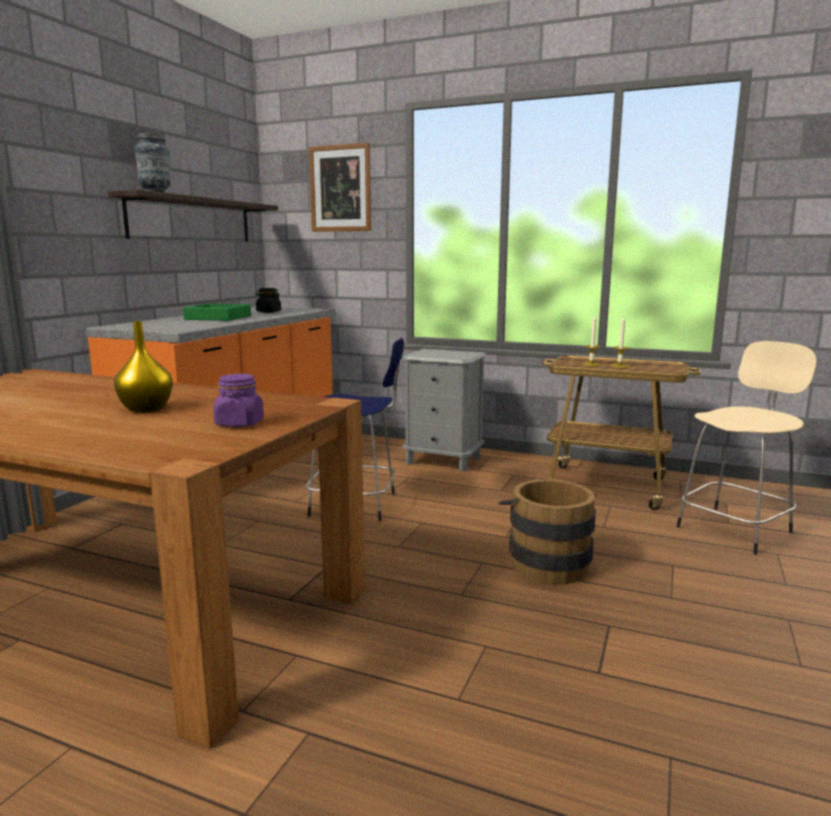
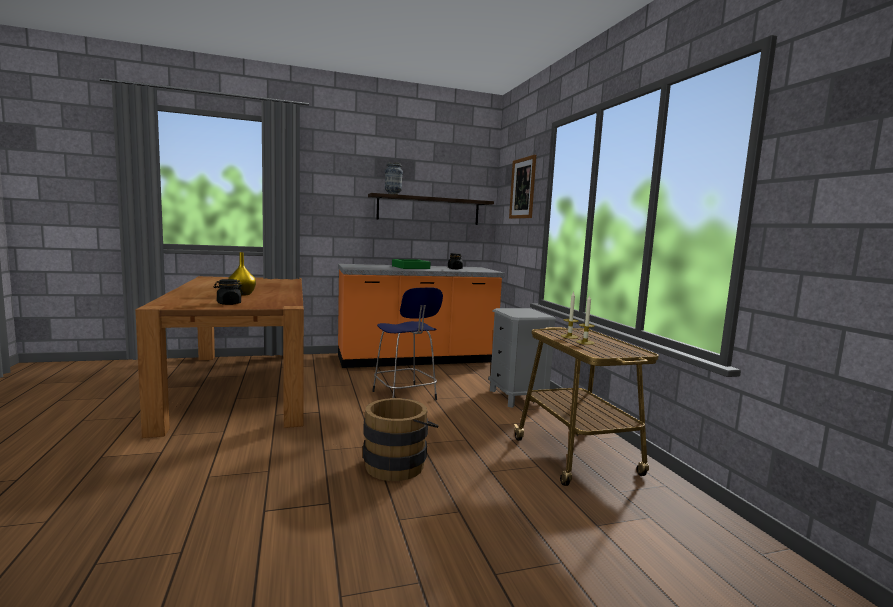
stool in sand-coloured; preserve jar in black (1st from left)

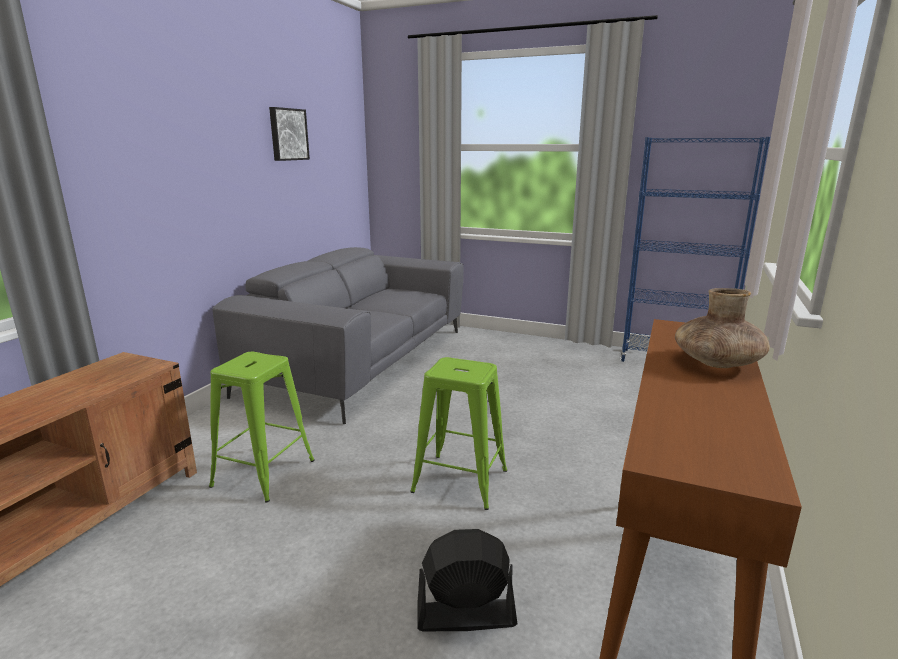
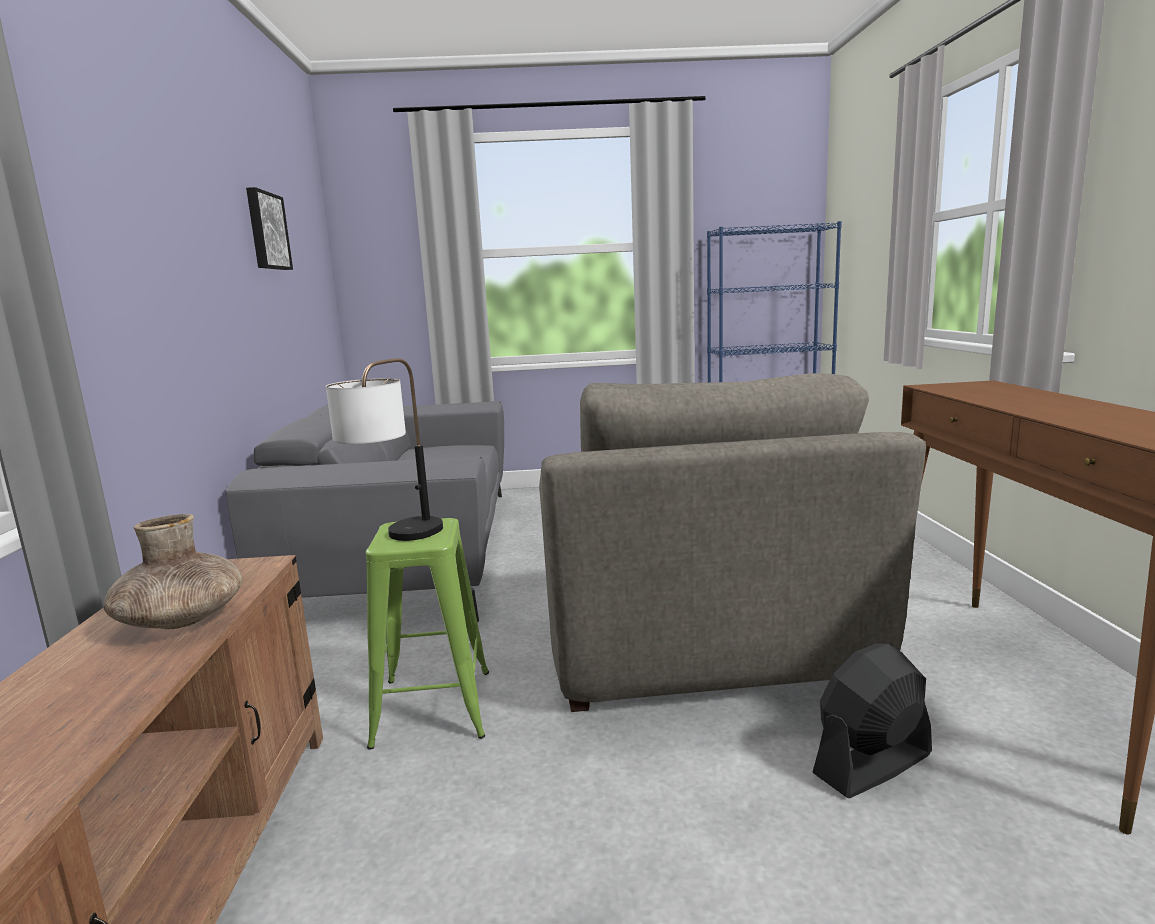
tabletop lamp; flower vase in brown-coloured; lounge chair in grey

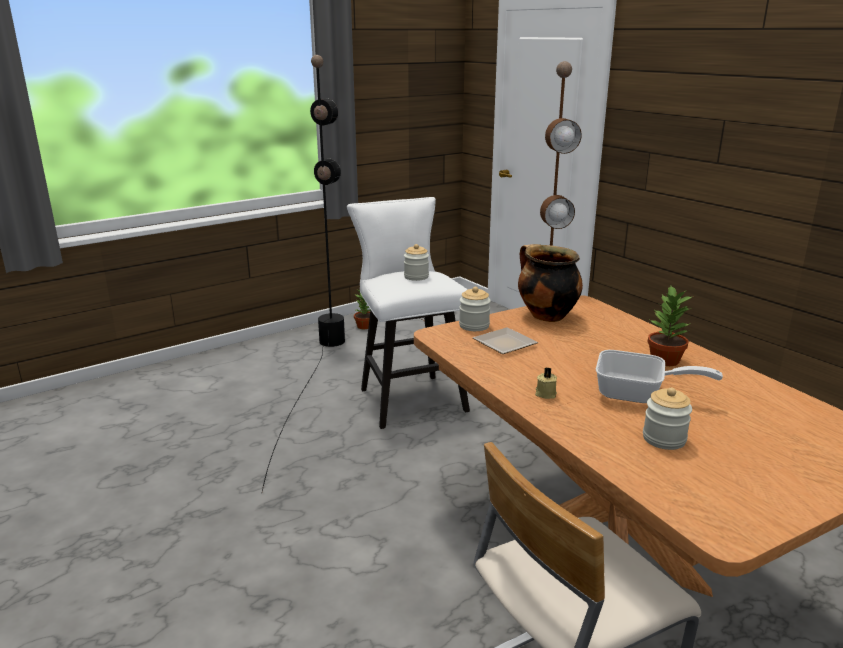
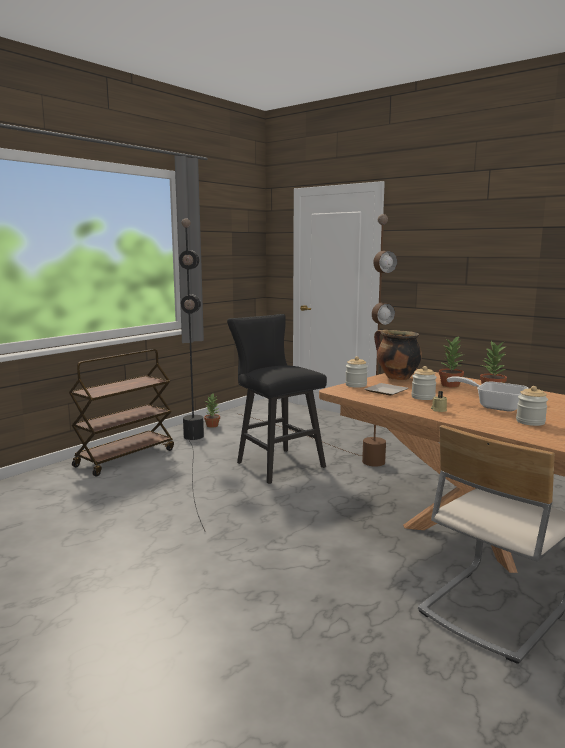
cart in brown-coloured; plant in a pot (2nd from left); preserve jar (2nd from left); stool in black; pan

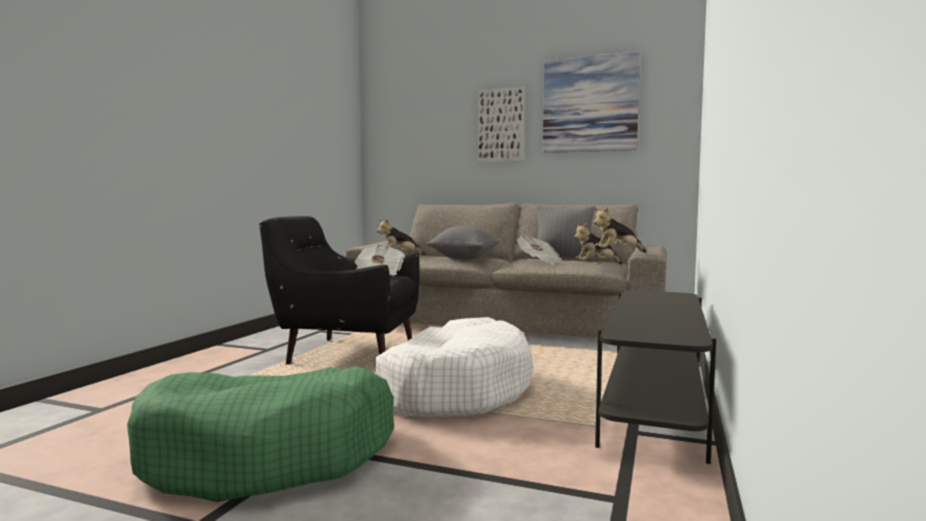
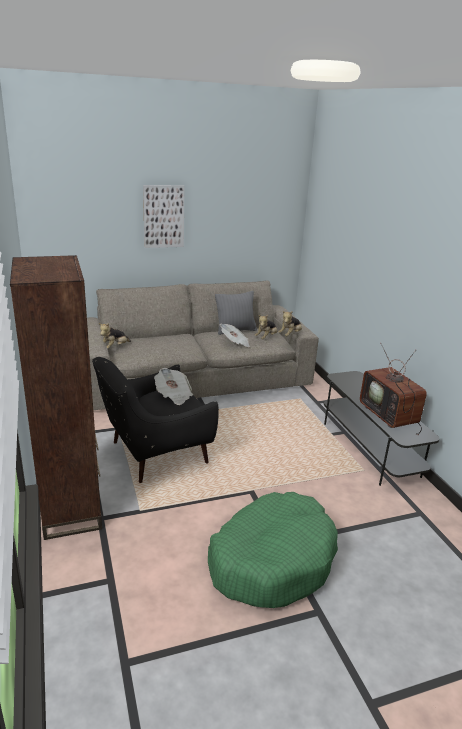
pet bed in white-coloured; throw pillow in grey (1st from left in the first image); picture (2nd from left in the first image); bookcase in brown-coloured; television

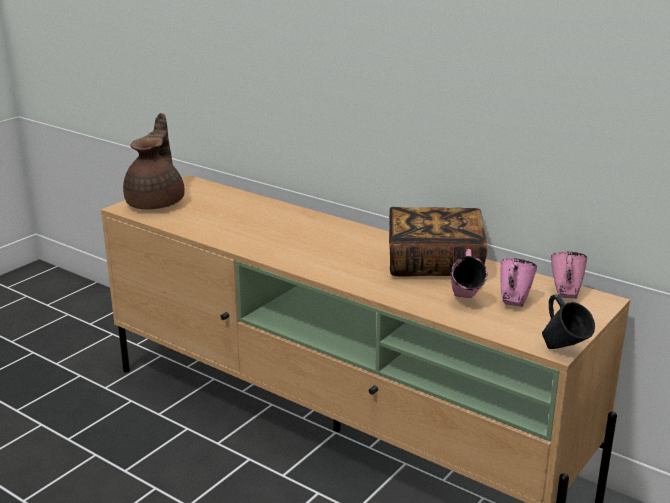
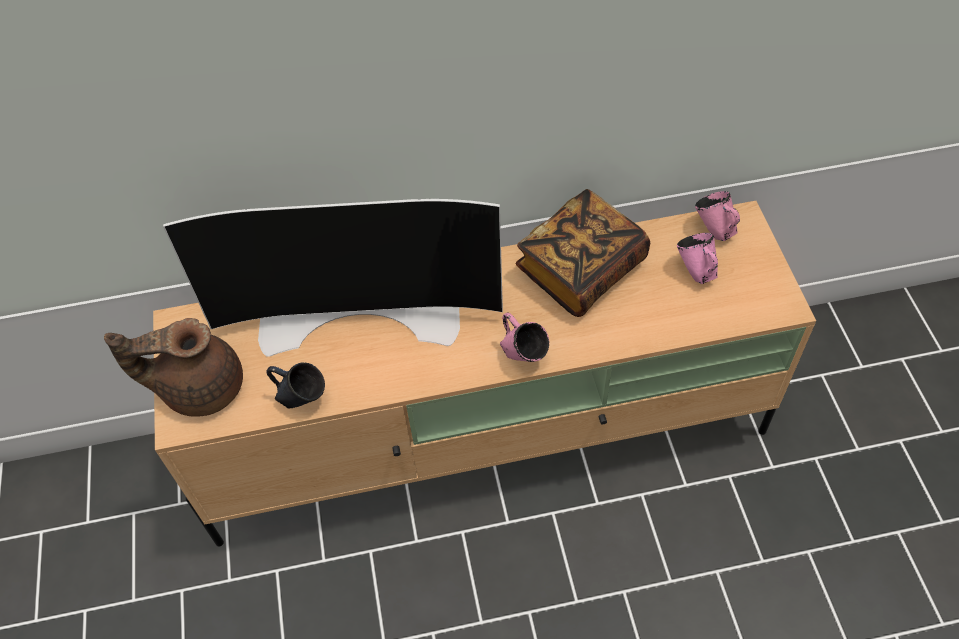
television; tea mug in pink-coloured (1st from left); tea mug in blue-coloured; pot for tea in brown-coloured

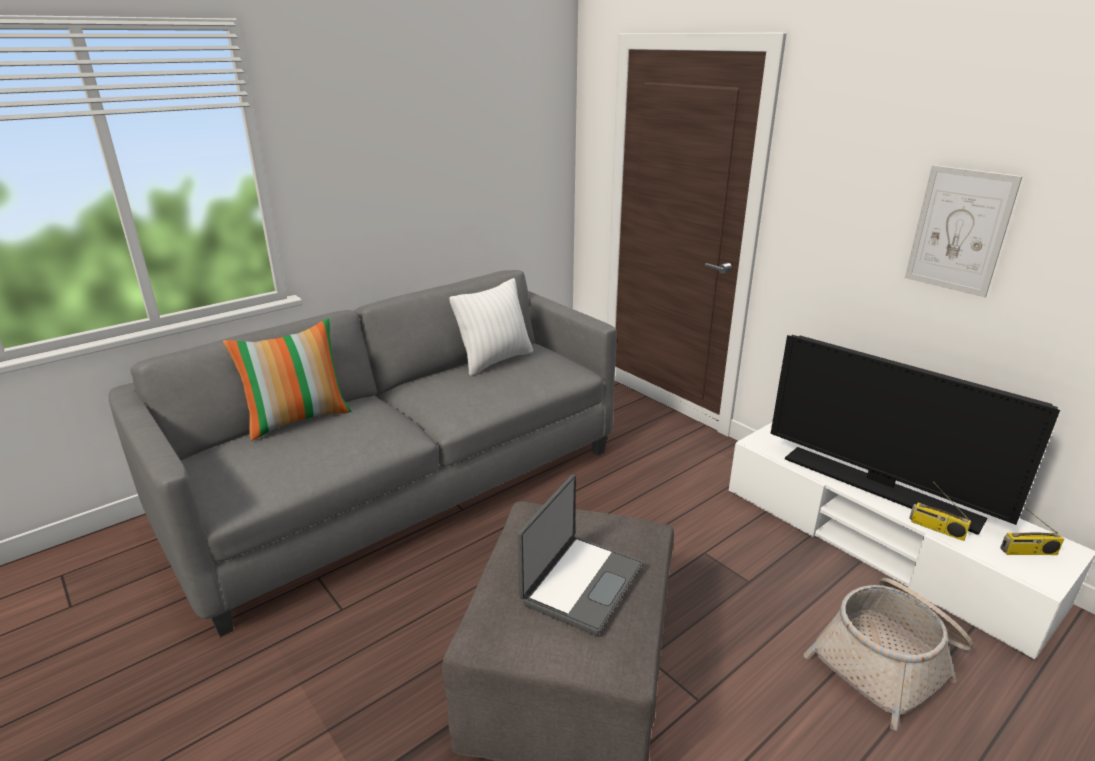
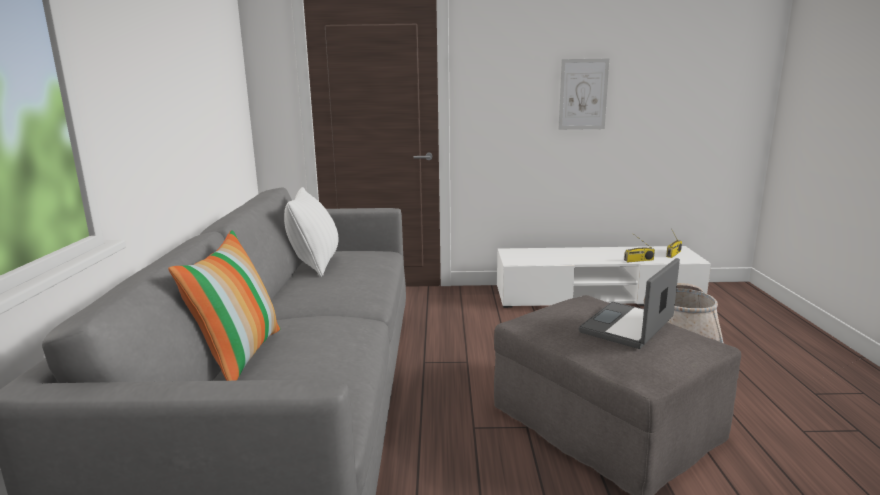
television; notebook computer

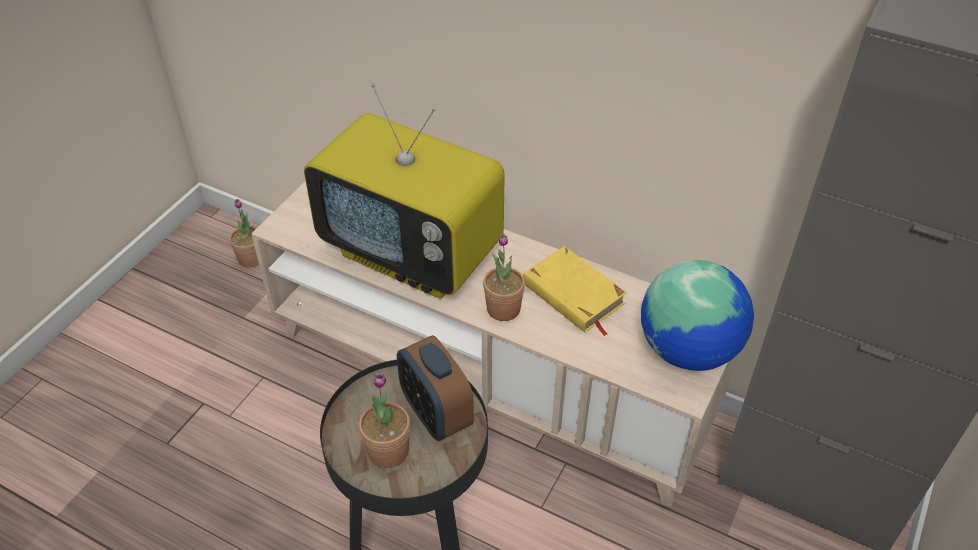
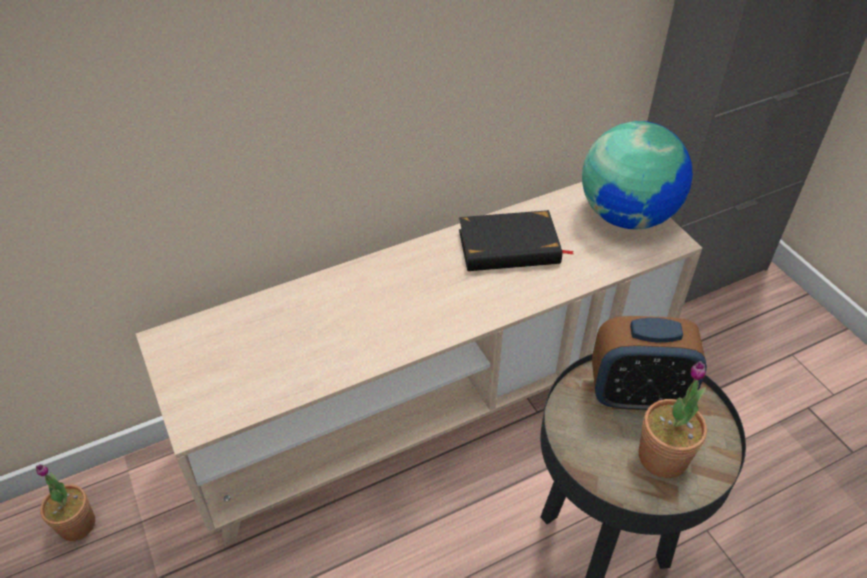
television; plant in a pot (3rd from left in the first image); volume in black

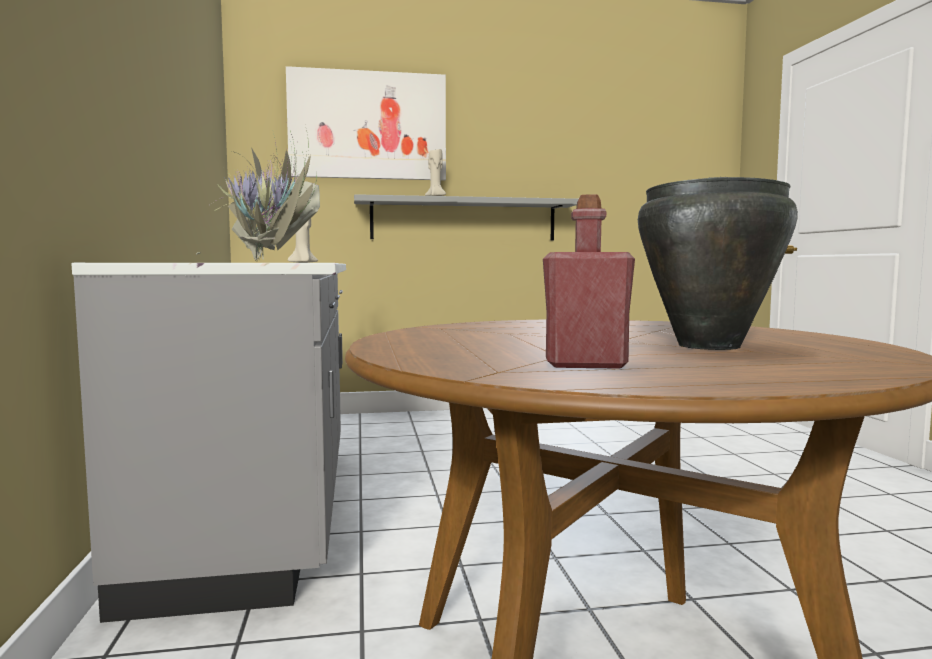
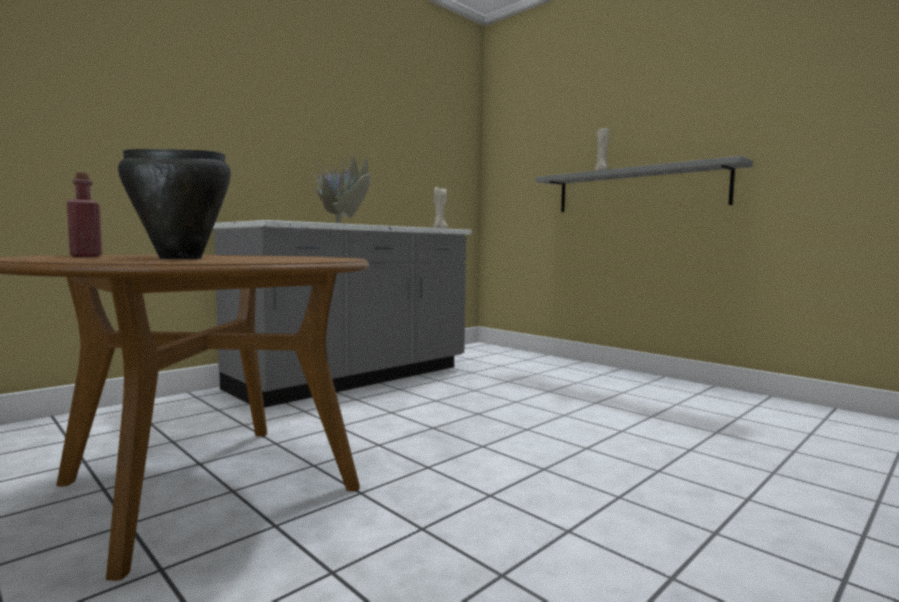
picture

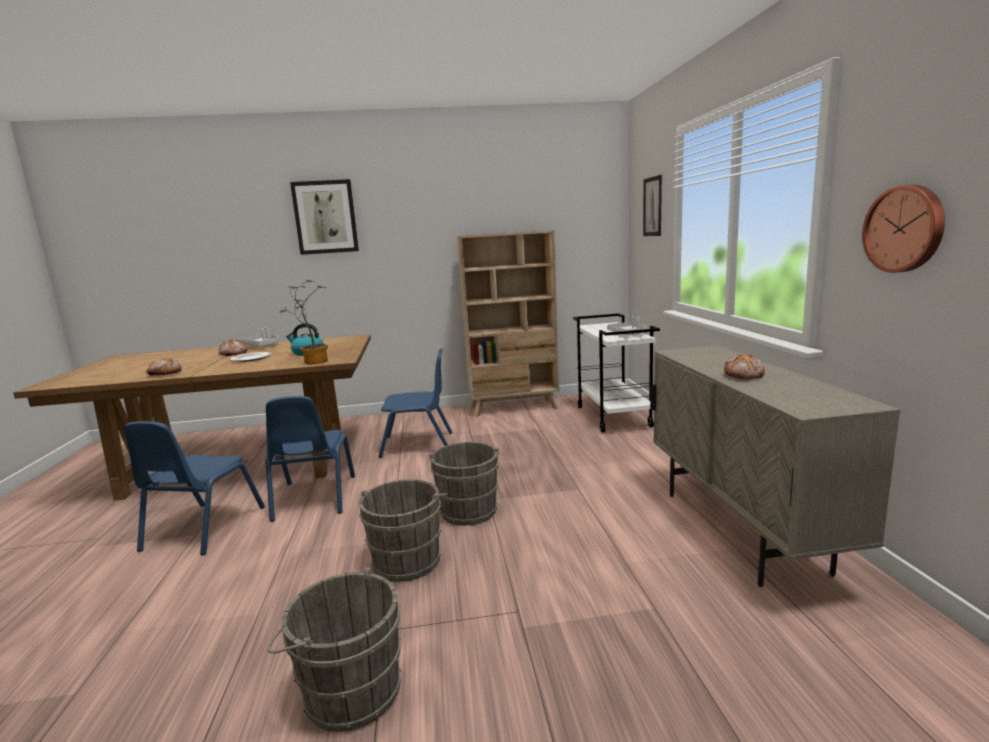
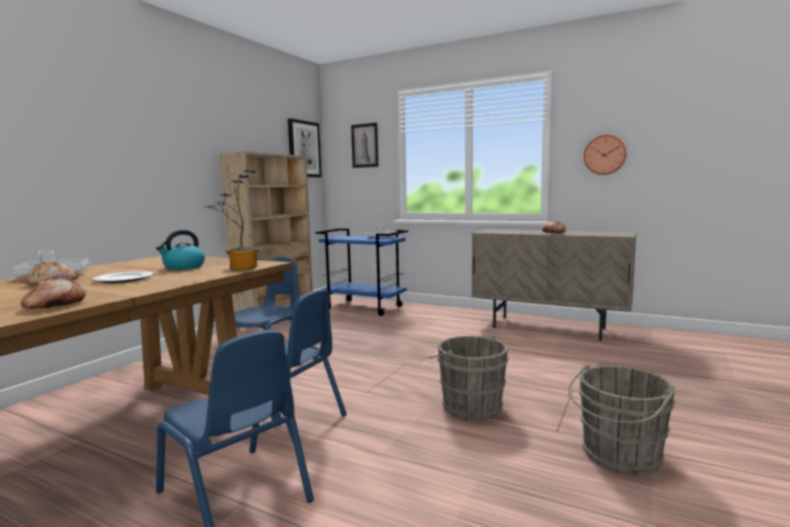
bucket in grey (3rd from left in the first image); picture (1st from left); cart in blue-coloured

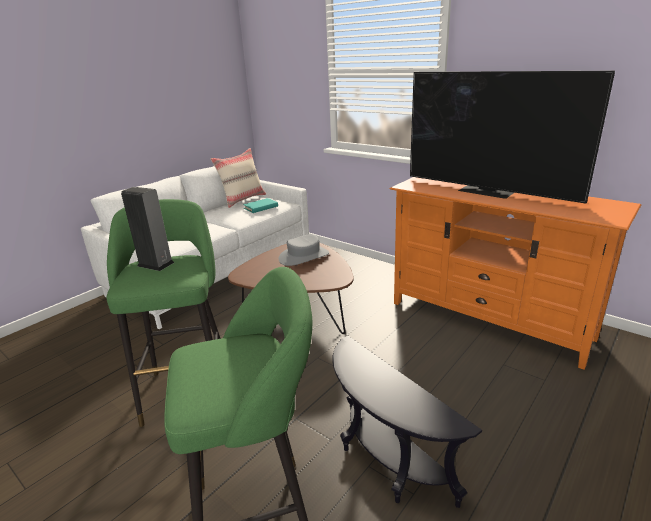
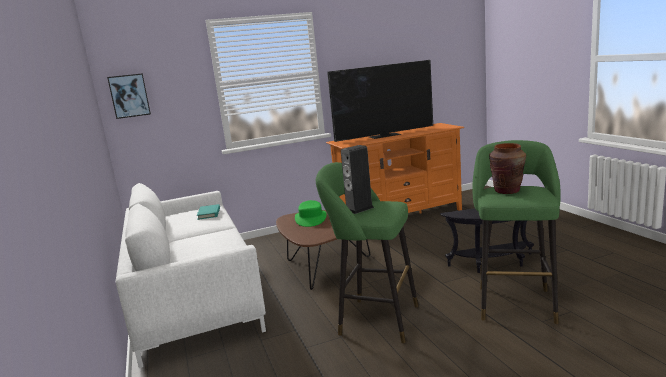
throw pillow in sand-coloured; picture; flower vase in brown-coloured; clothing hat in green-coloured

